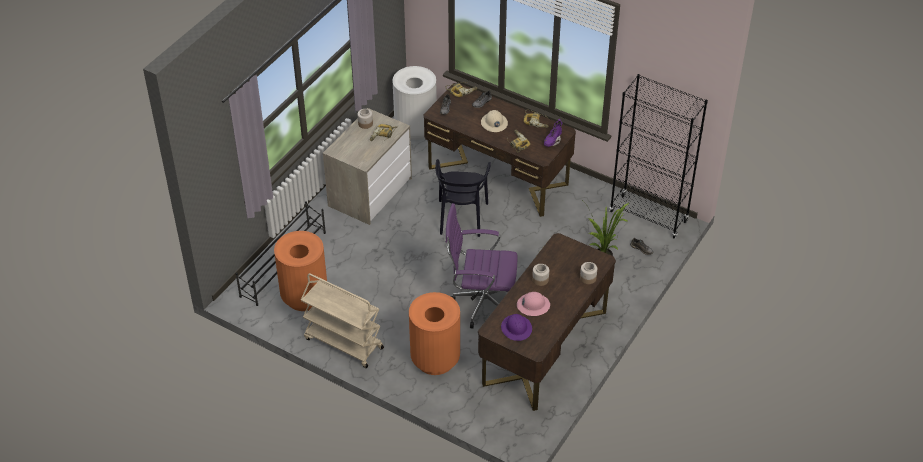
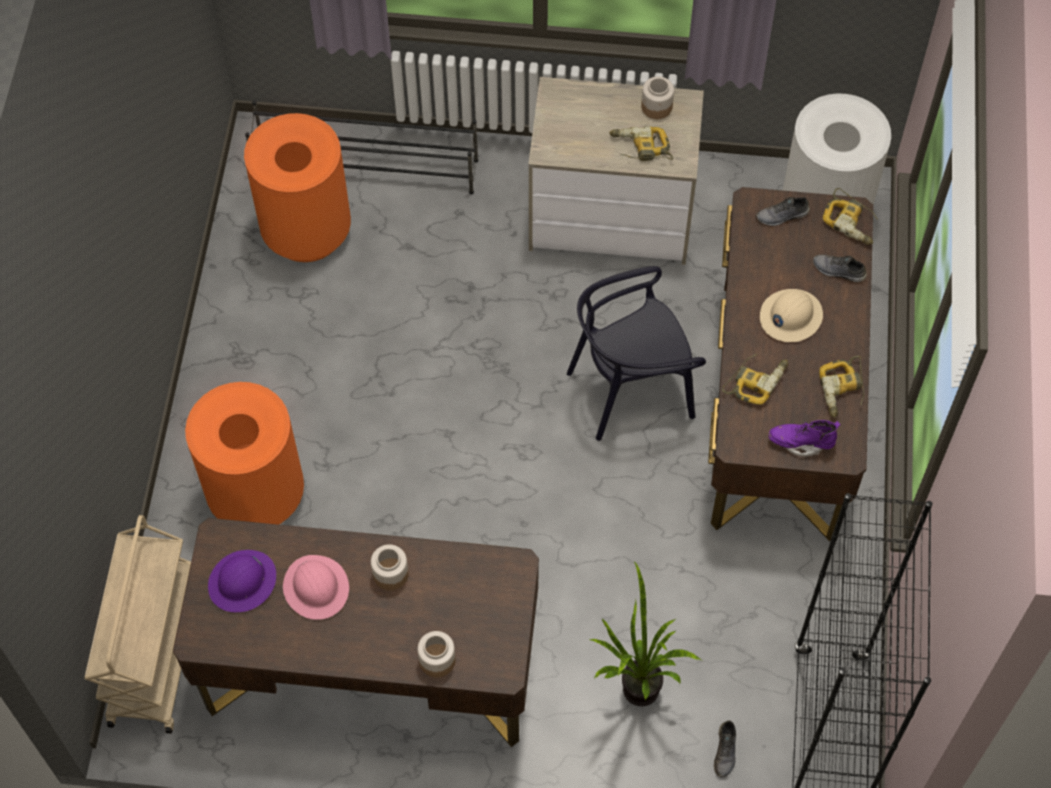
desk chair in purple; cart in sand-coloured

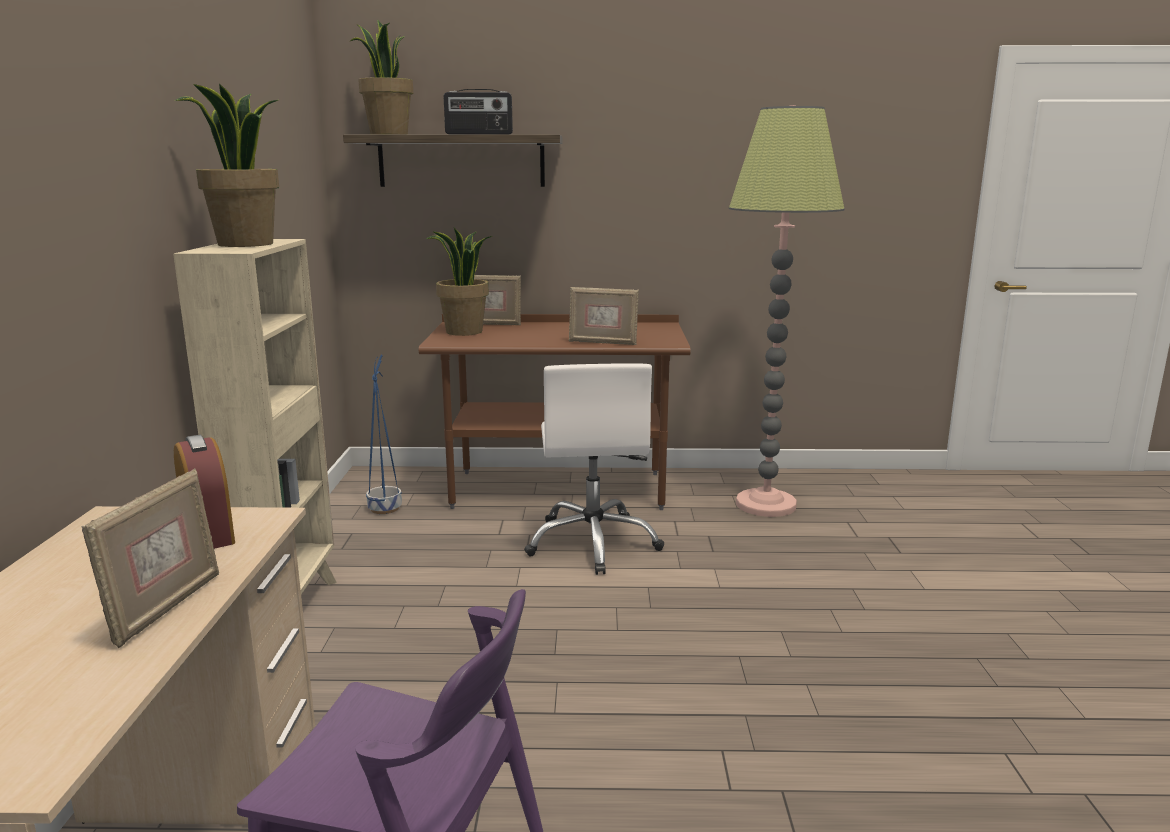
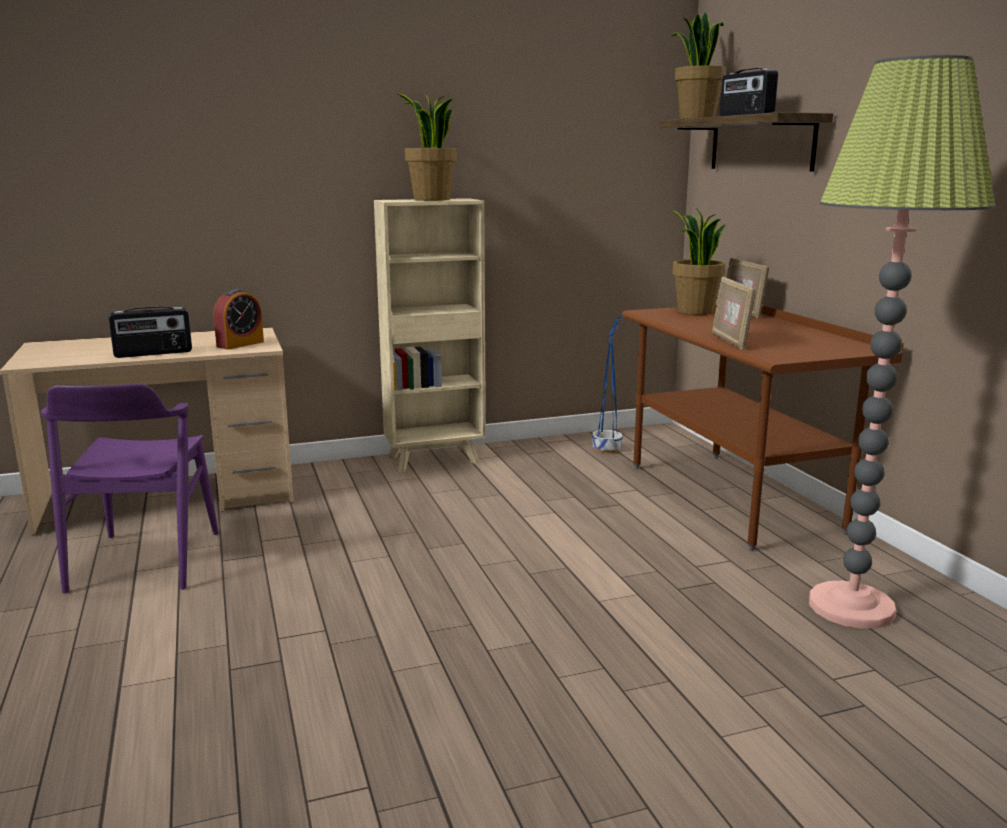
desk chair in white-coloured; radio set (1st from left)

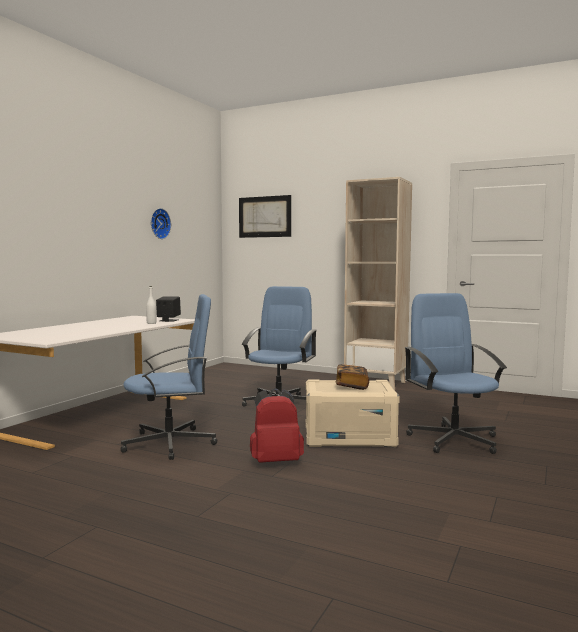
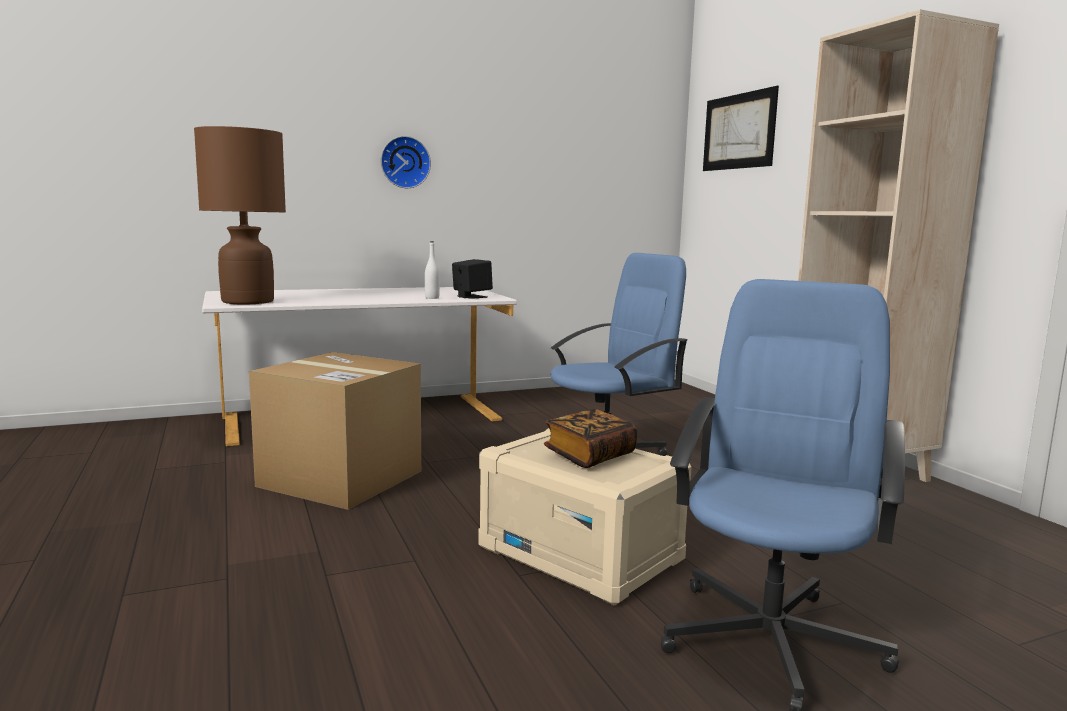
rucksack in reddish; tabletop lamp in brown-coloured; clock on the wall; carton

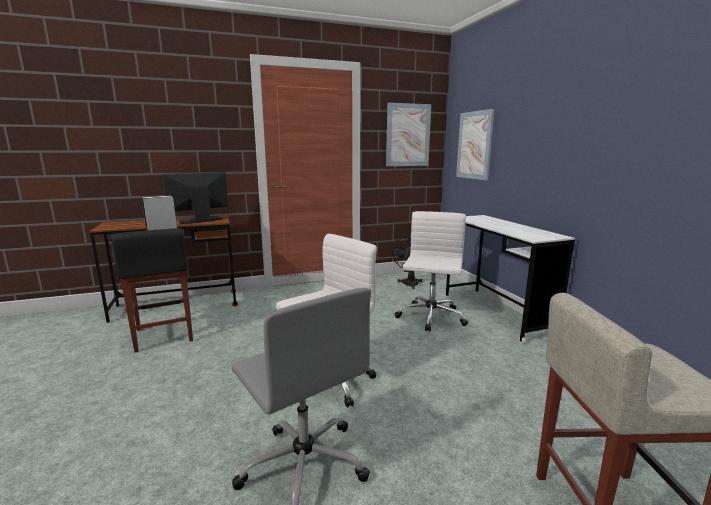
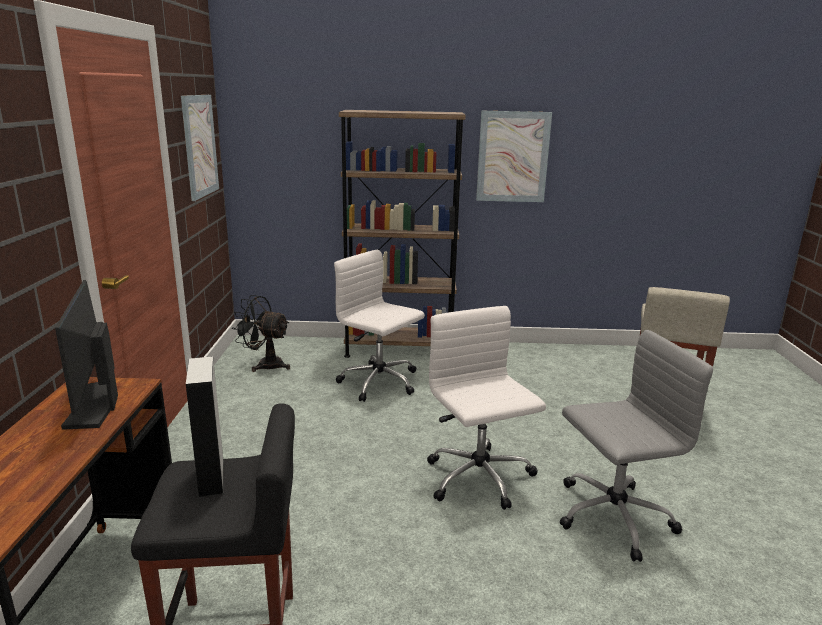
picture (2nd from left); bookcase in brown-coloured

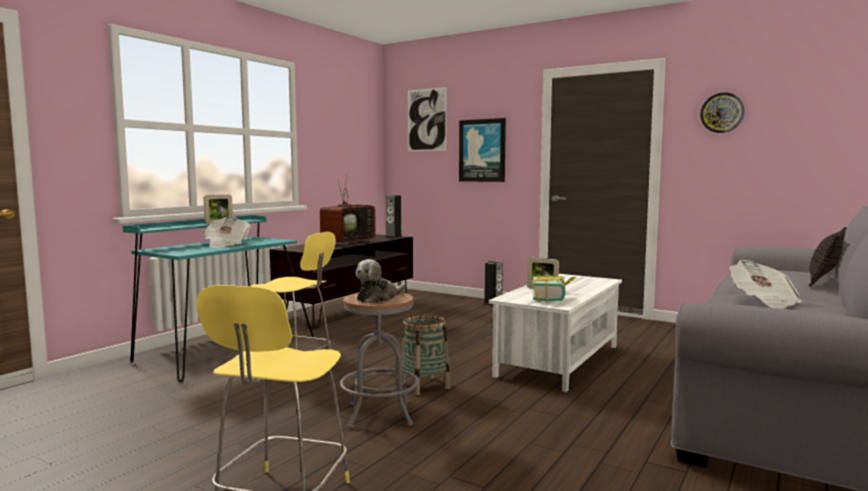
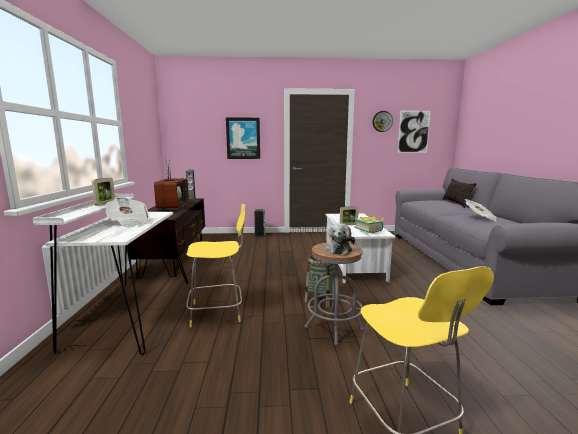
picture (2nd from left); desk in white-coloured

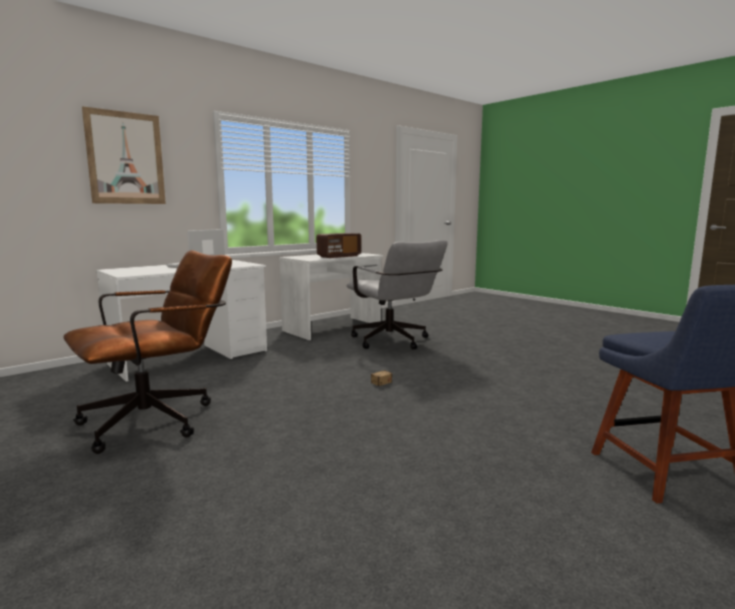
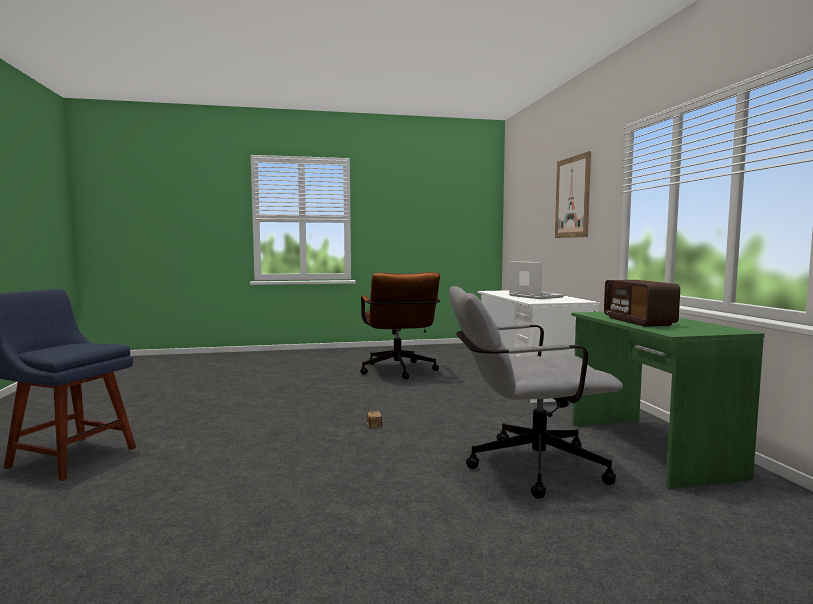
desk in green-coloured

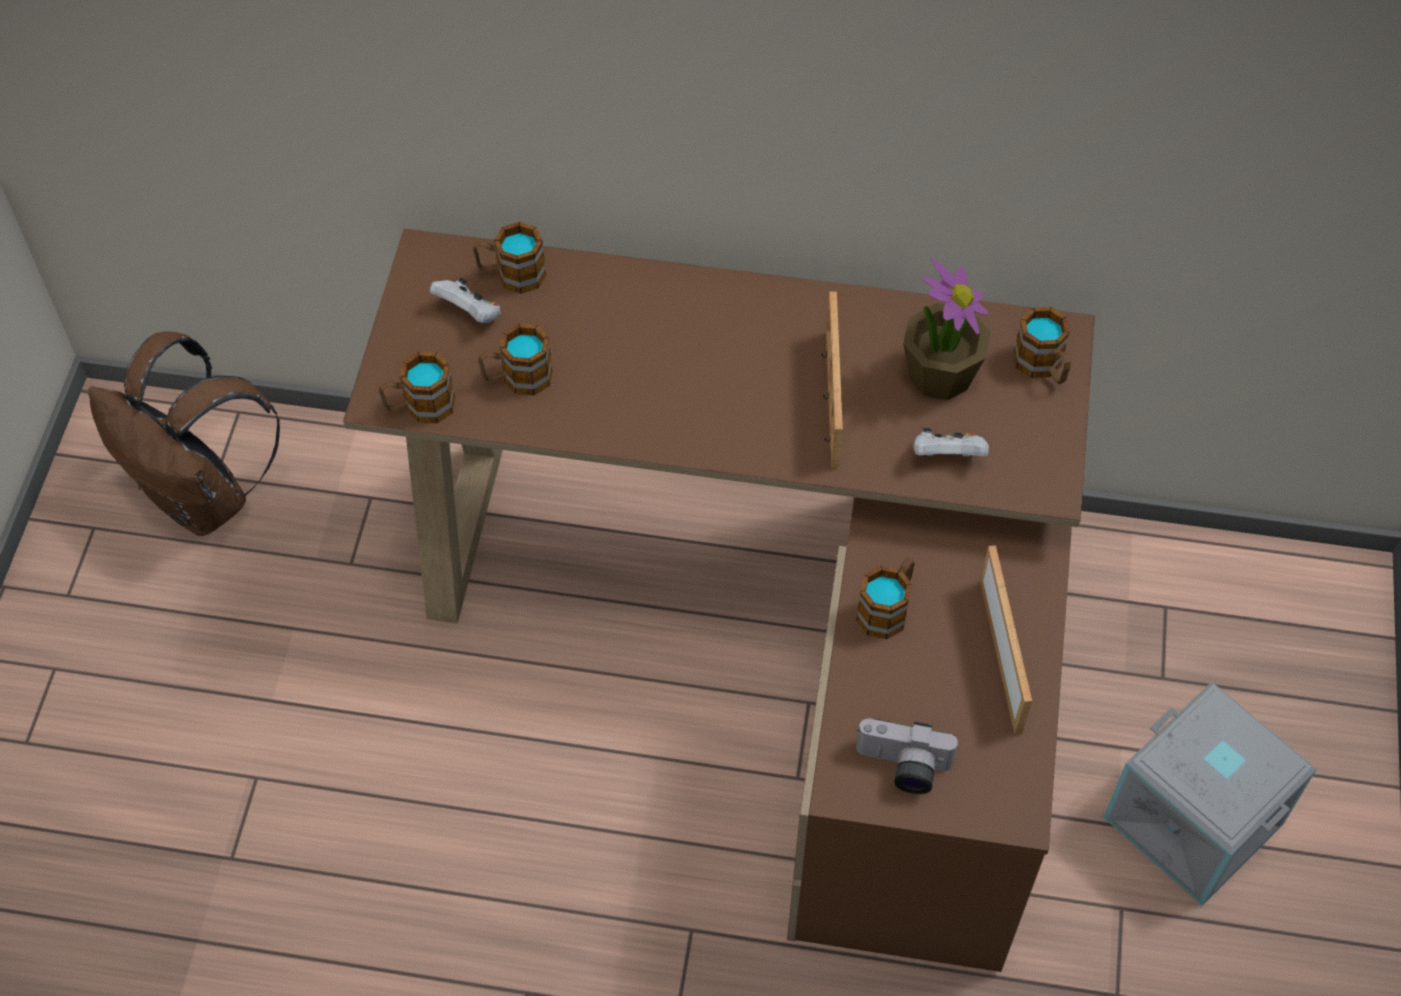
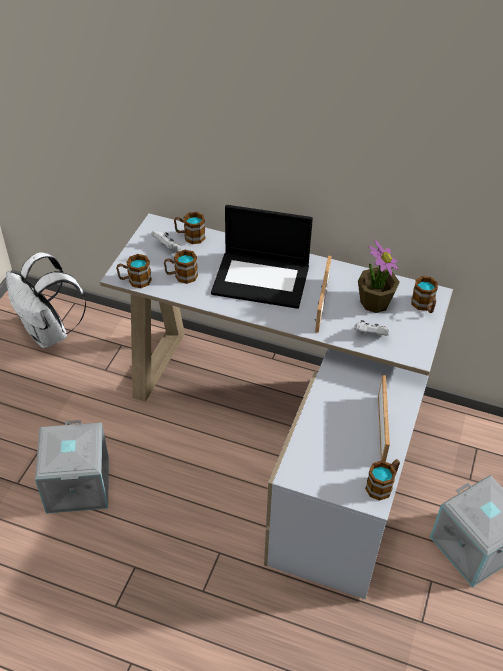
photo camera; storage bin in grey (1st from left); notebook computer; tea mug (4th from left); rucksack in white-coloured; desk in white-coloured

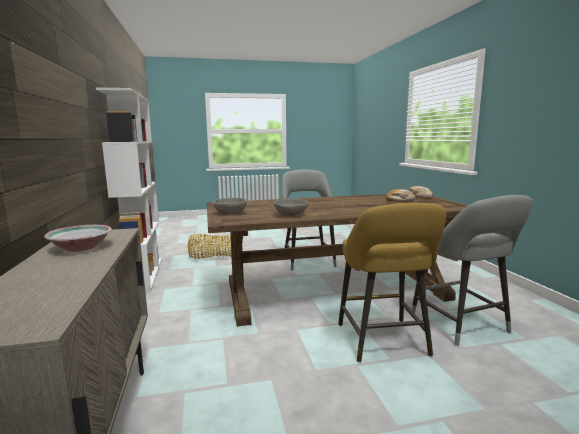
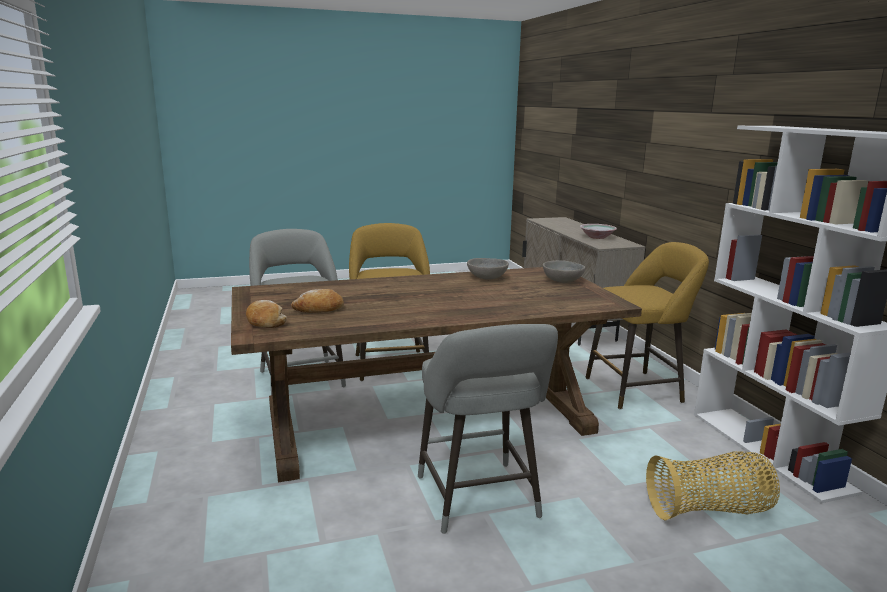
stool in yellow (2nd from left)

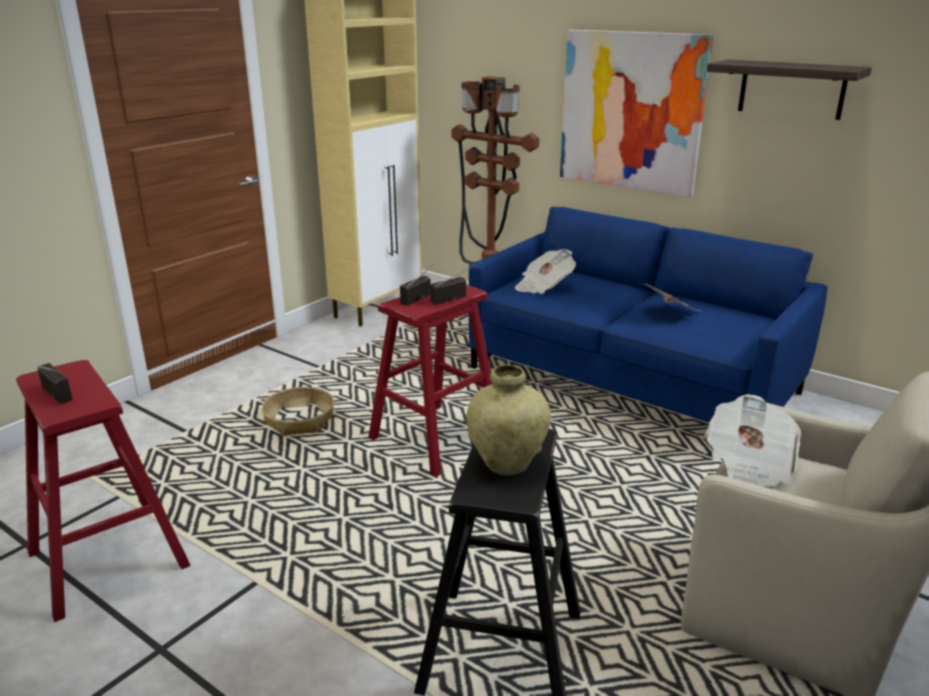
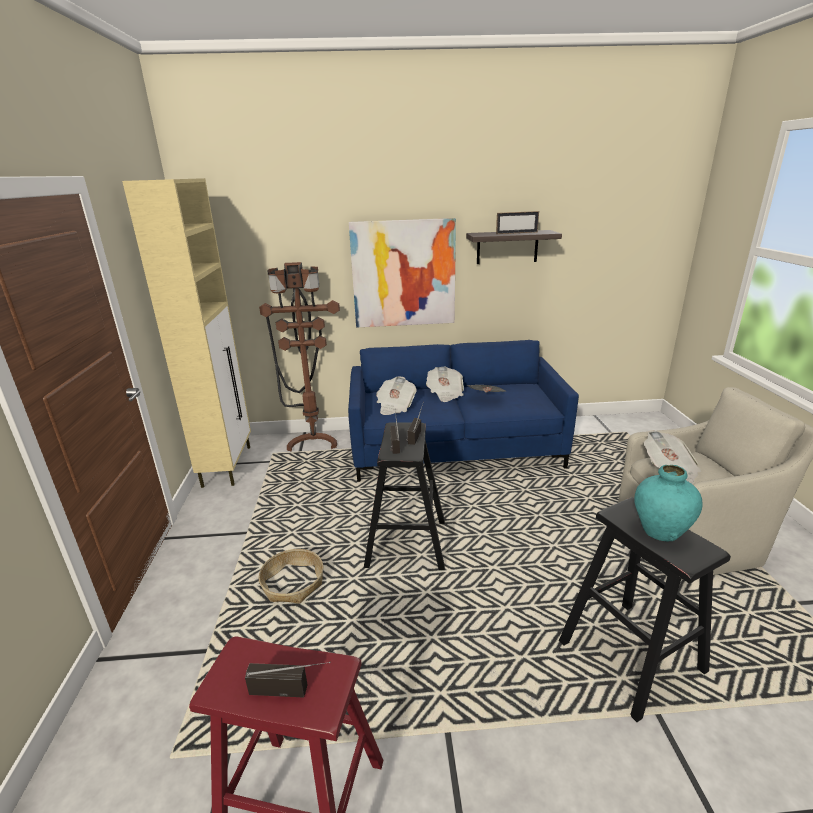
printed paper (2nd from left); photo frame; stool in black (1st from left); flower vase in turquoise-coloured

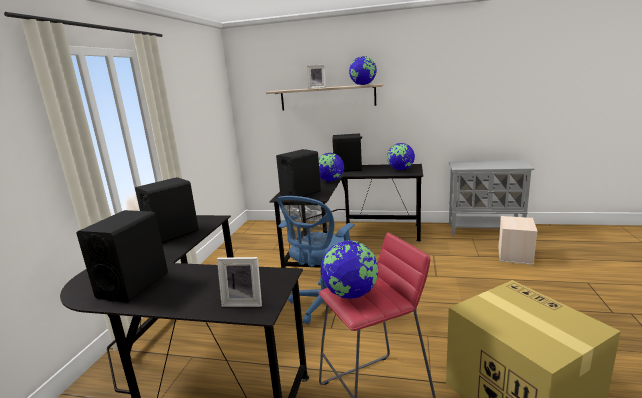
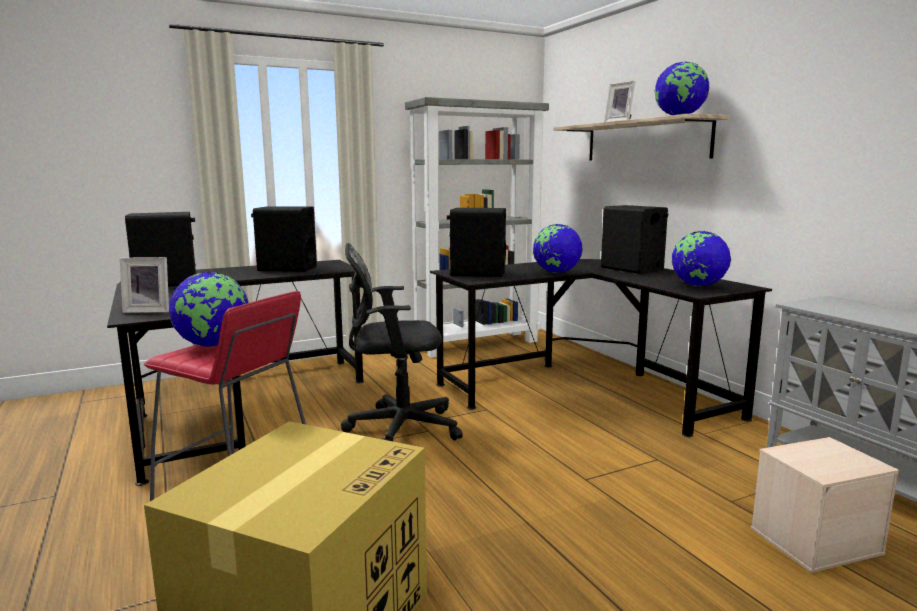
bookcase in grey; desk chair in black; photo frame (1st from left)

